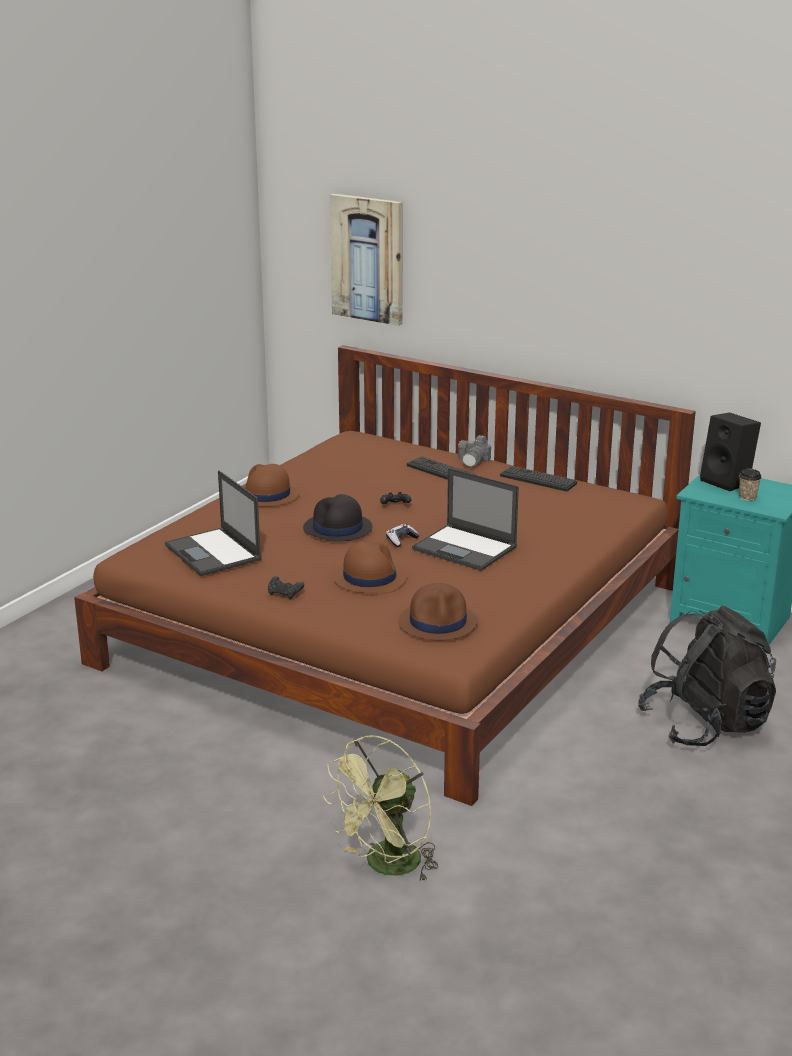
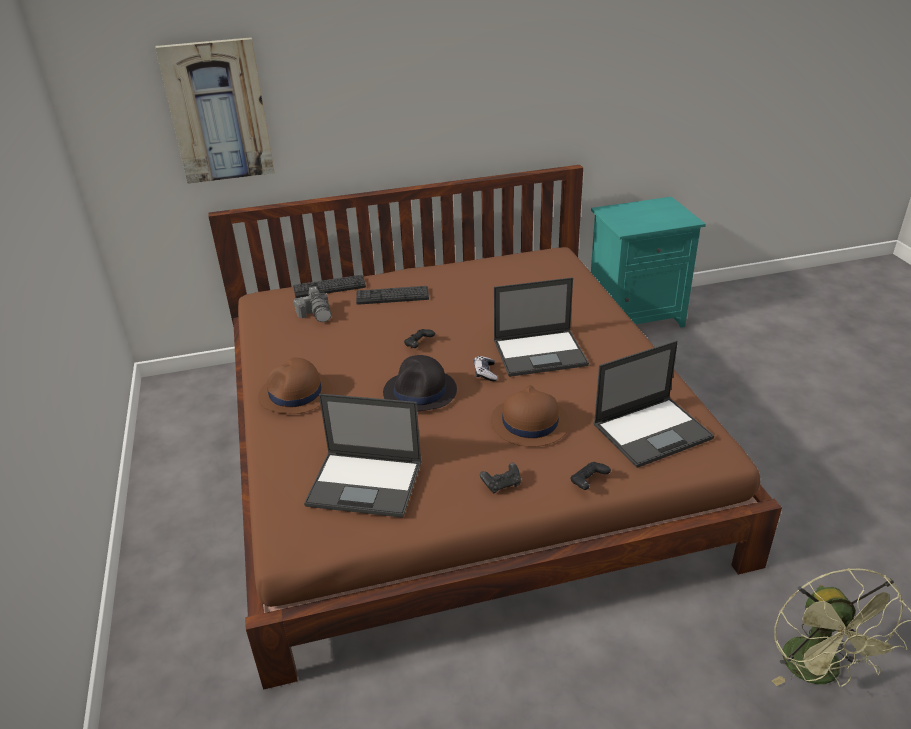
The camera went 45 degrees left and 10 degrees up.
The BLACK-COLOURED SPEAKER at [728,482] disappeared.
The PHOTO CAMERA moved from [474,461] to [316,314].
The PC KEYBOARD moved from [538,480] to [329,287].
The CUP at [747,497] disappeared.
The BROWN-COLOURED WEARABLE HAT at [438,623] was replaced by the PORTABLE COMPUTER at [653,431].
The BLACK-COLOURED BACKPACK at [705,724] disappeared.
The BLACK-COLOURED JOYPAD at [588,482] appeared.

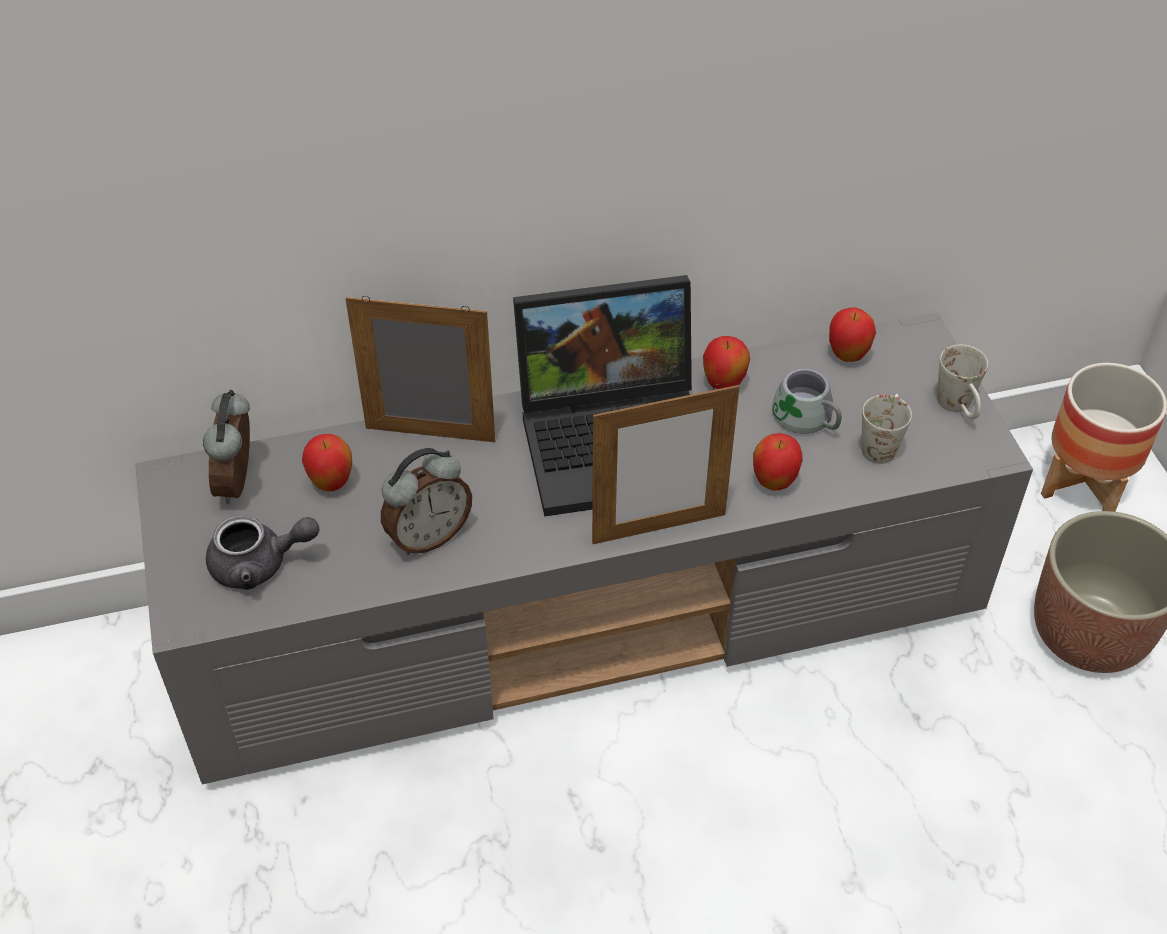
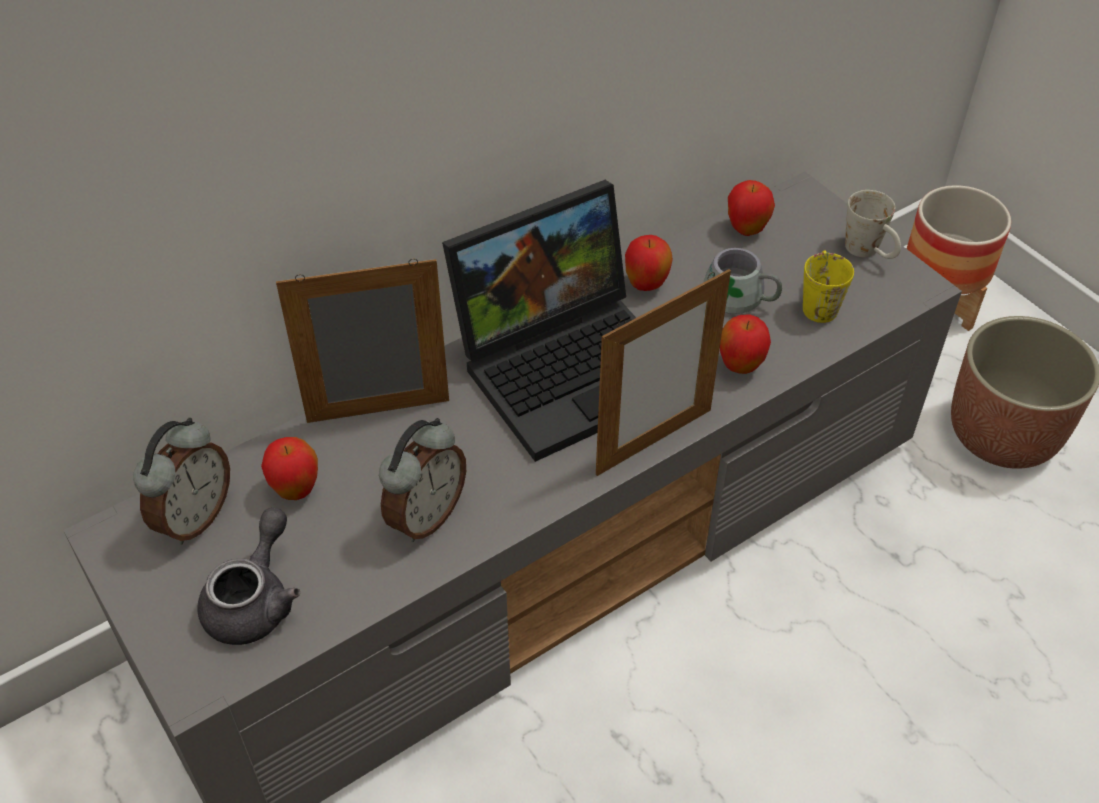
The camera went 20 degrees left and 0 degrees up.
The ALARM CLOCK at [240,482] turned 135 degrees counterclockwise.
The WHITISH MUG at [881,443] became the YELLOW-COLOURED MUG at [818,302].
The GRAY POT FOR TEA at [260,564] turned 45 degrees counterclockwise.

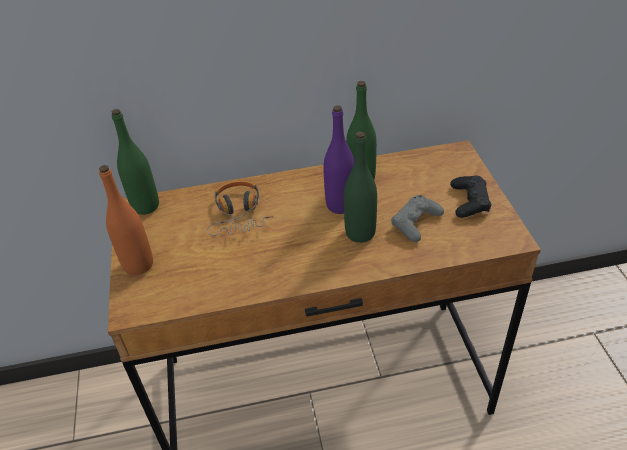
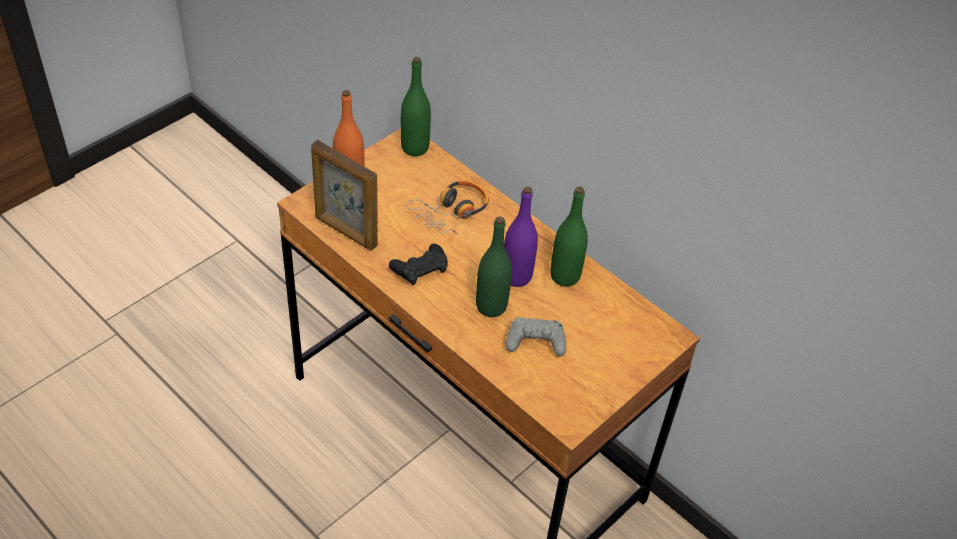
The camera went 50 degrees right and 5 degrees up.
The BLACK-COLOURED JOYPAD moved from [469,201] to [420,268].
The PICTURE FRAME at [345,232] appeared.

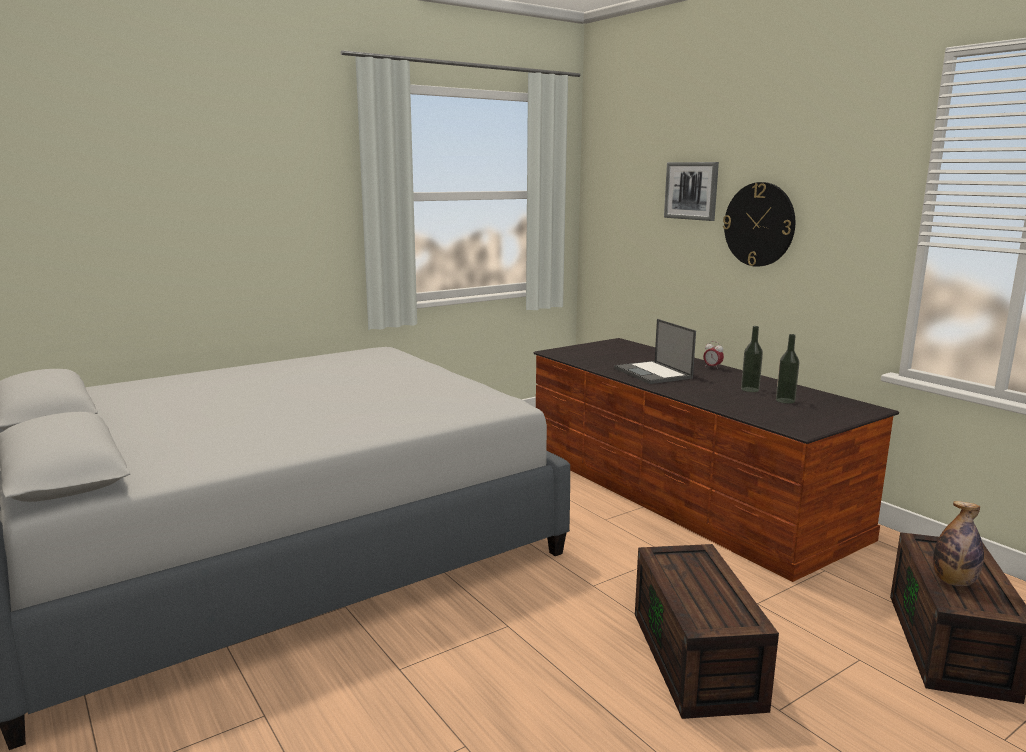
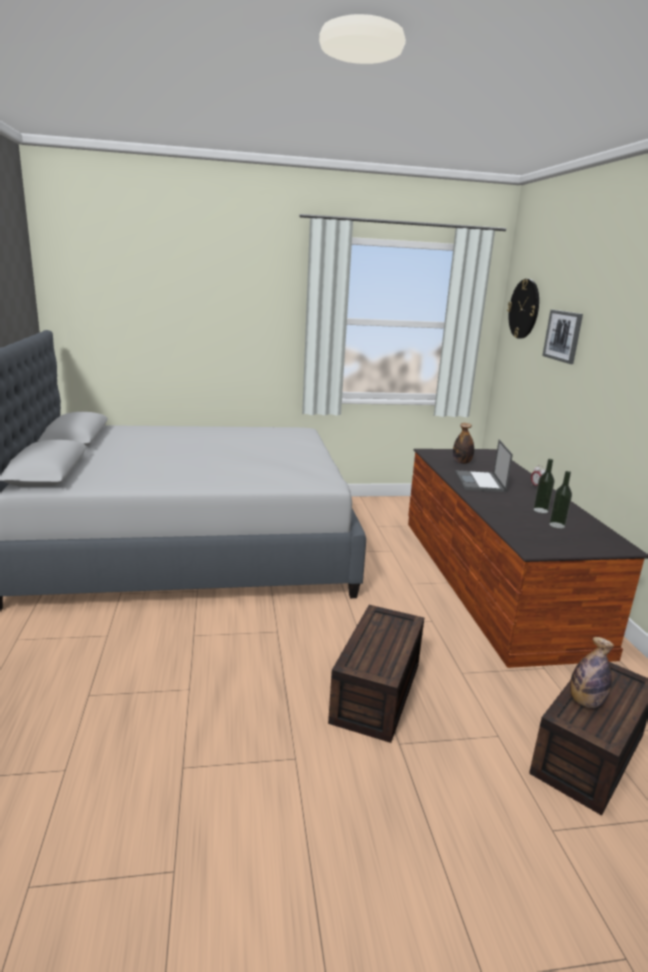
The camera went 25 degrees right and 5 degrees up.
The WALL CLOCK moved from [759,224] to [524,309].
The BOTTLE at [462,462] appeared.

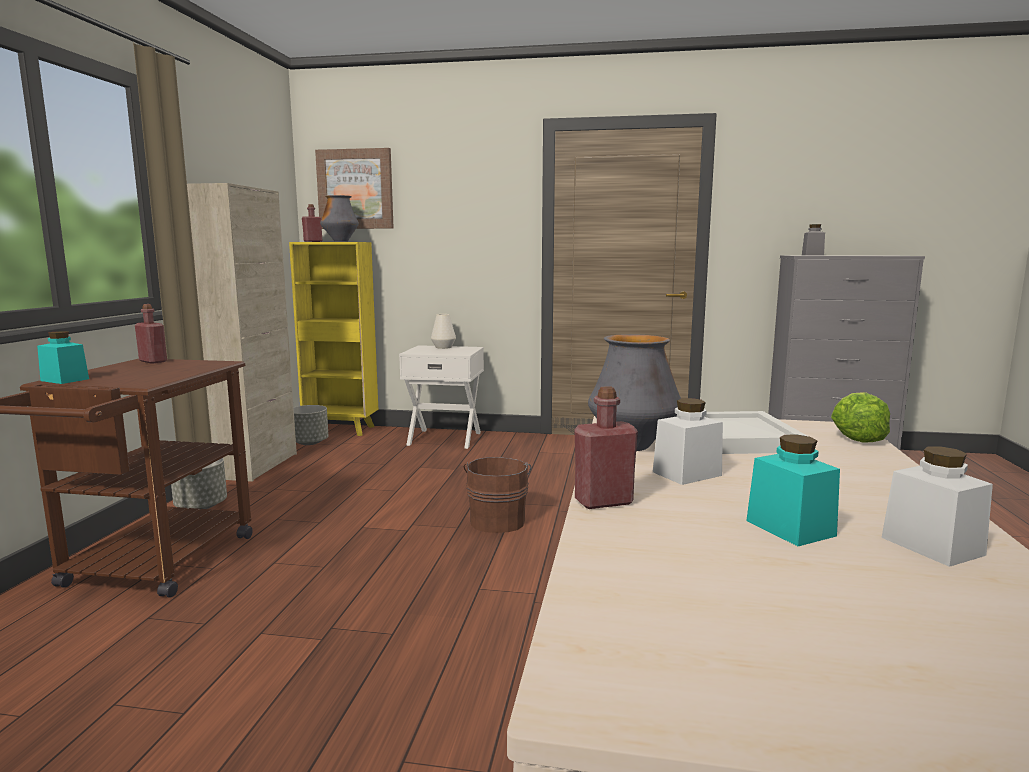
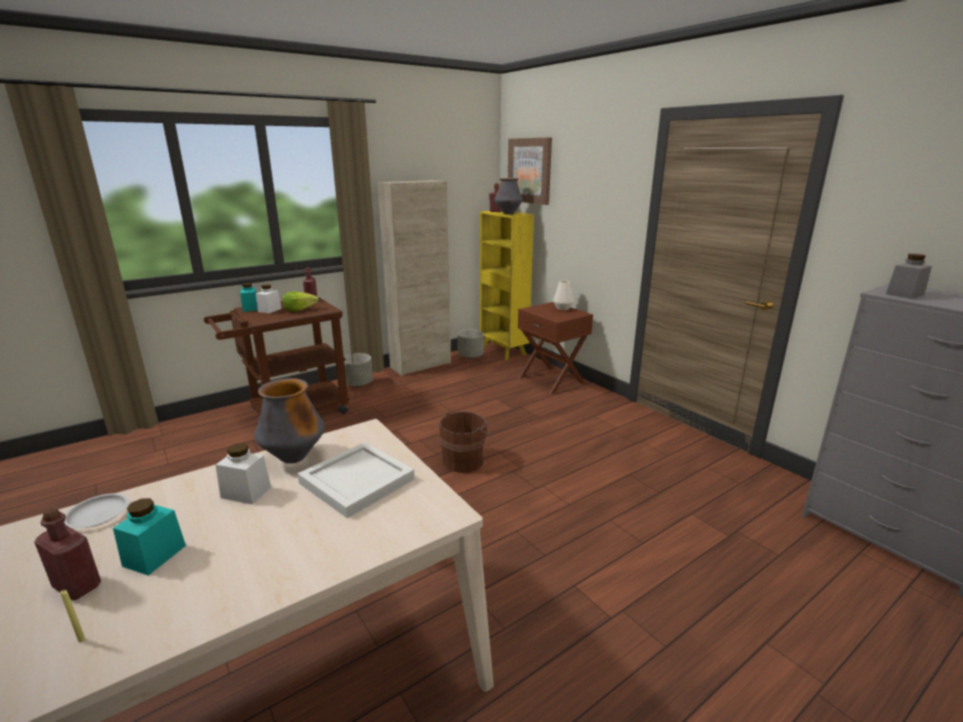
The camera went 45 degrees right and 10 degrees up.
The WHITISH NIGHTSTAND at [445,438] became the BROWN-COLOURED NIGHTSTAND at [552,380].
The RED-COLOURED BOTTLE moved from [603,501] to [77,586].
The LETTUCE HEAD moved from [856,436] to [300,309].
The WHITISH PRESERVE JAR moved from [932,546] to [269,310].
The WHITISH FLAT DISH at [97,514] appeared.
The YELLOW-COLOURED WAX LIGHT at [81,640] appeared.

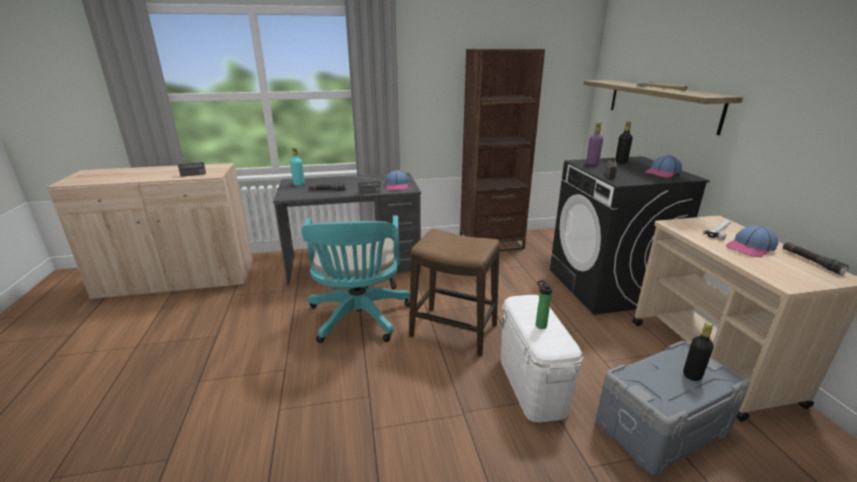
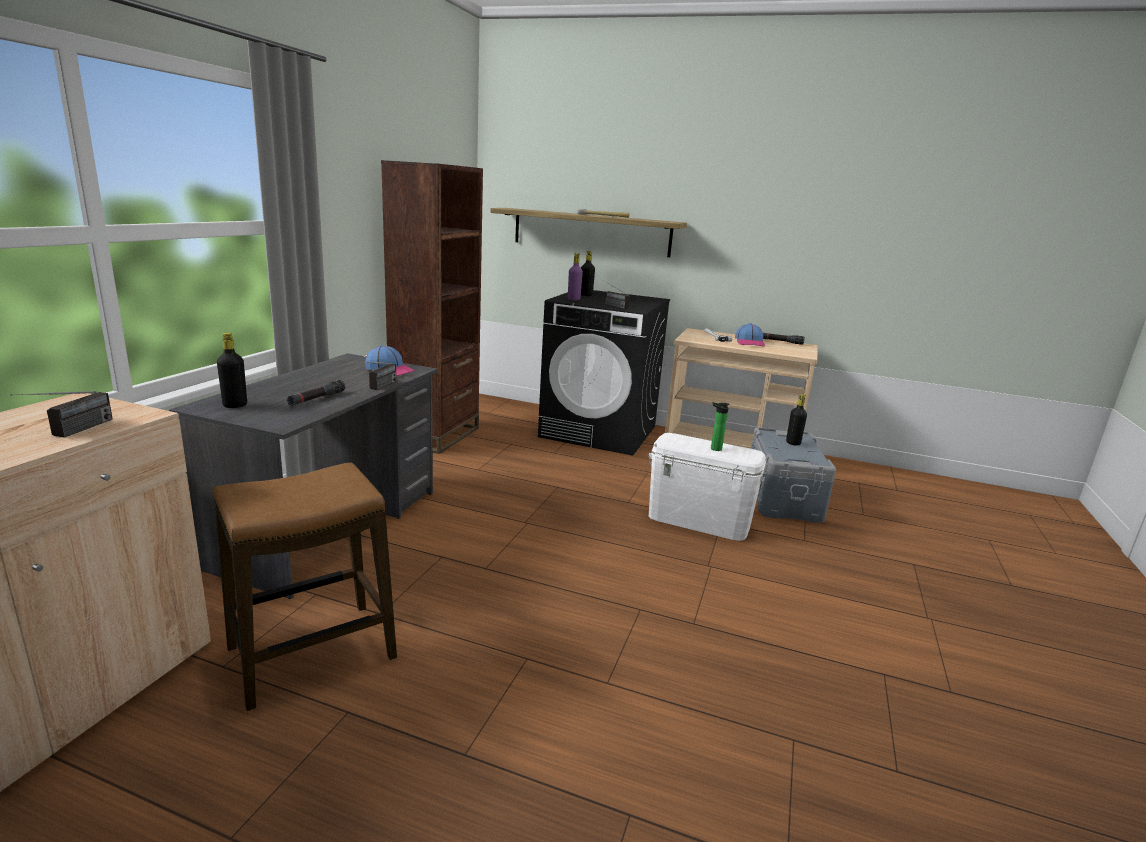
The camera went 60 degrees left and 5 degrees down.
The TURQUOISE-COLOURED BOTTLE at [299,184] became the BLACK-COLOURED BOTTLE at [235,405].
The BASEBALL CAP at [662,173] disappeared.
The TURQUOISE-COLOURED COMPUTER CHAIR at [359,319] disappeared.
The STOOL moved from [454,331] to [312,653].

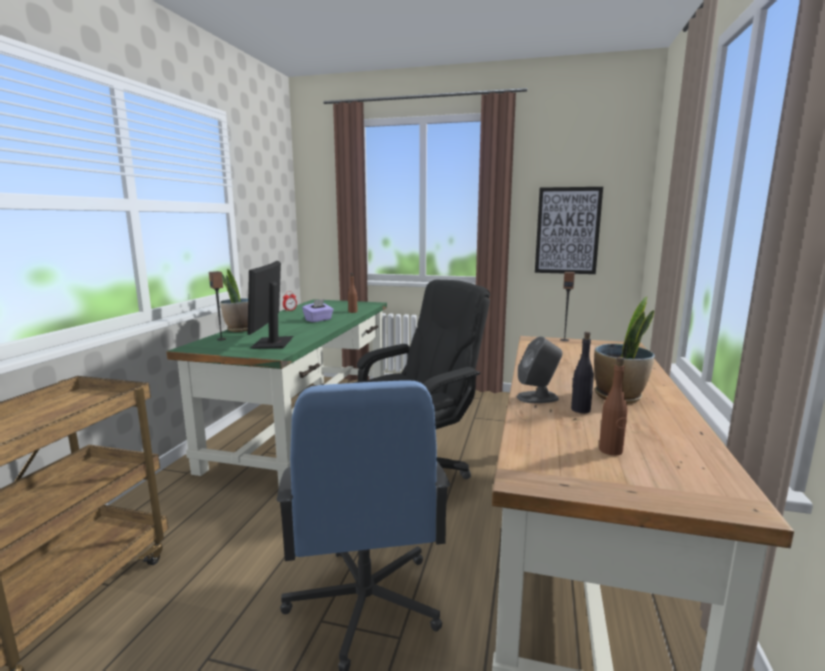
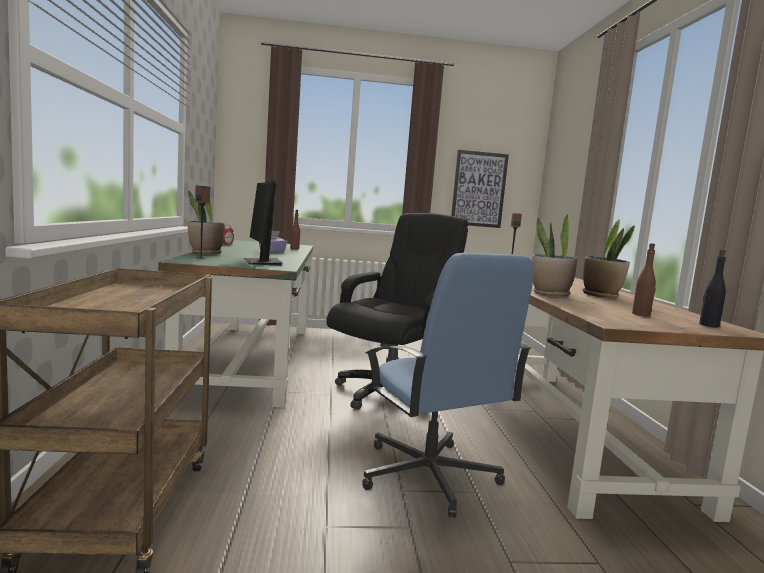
The camera went 20 degrees left and 5 degrees down.
The BLACK-COLOURED BOTTLE moved from [580,410] to [708,325].
The GRAY SPEAKER at [538,397] was replaced by the HOUSEPLANT at [550,294].

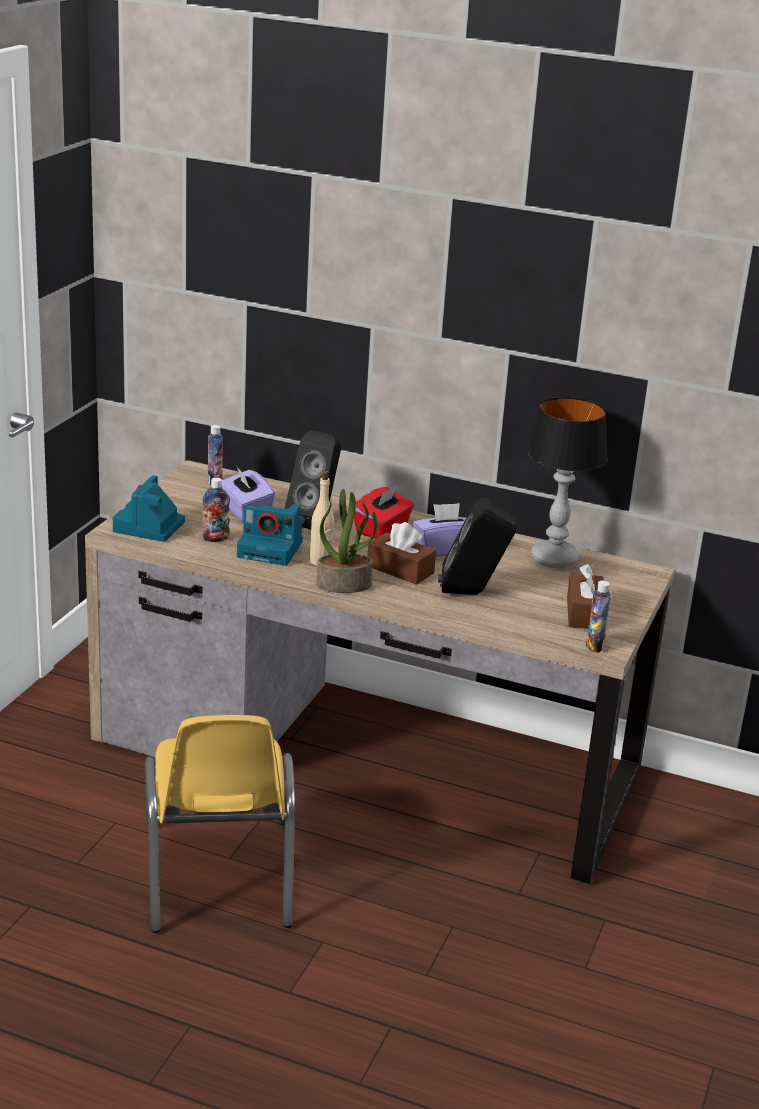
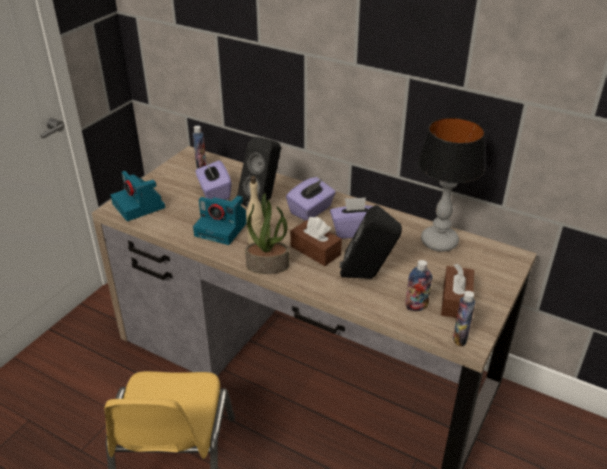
The camera went 10 degrees right and 10 degrees up.
The PHOTO CAMERA at [149,527] turned 60 degrees counterclockwise.
The BOTTLE moved from [215,538] to [416,306].
The RED-COLOURED TISSUE BOX at [382,529] became the PURPLISH TISSUE BOX at [311,210].

